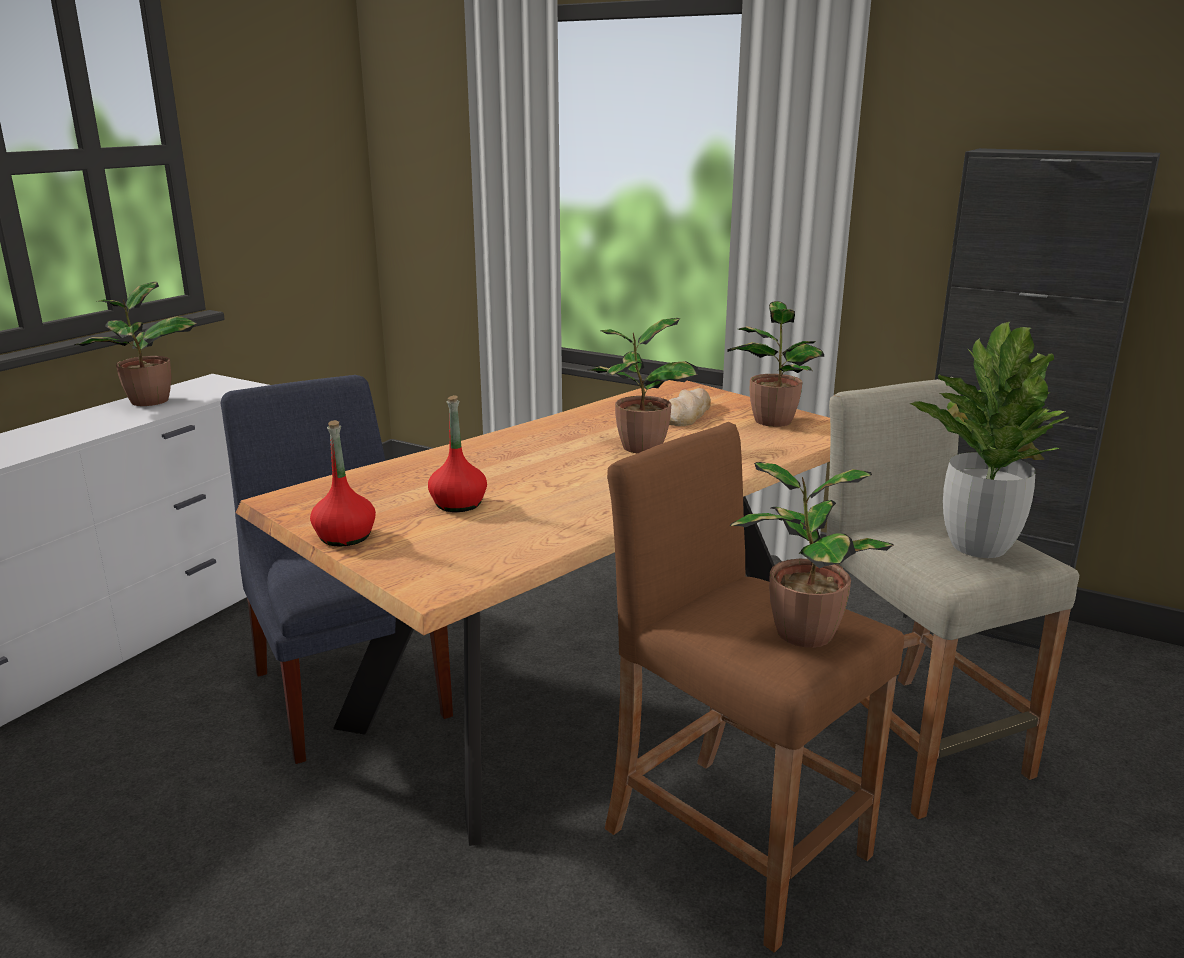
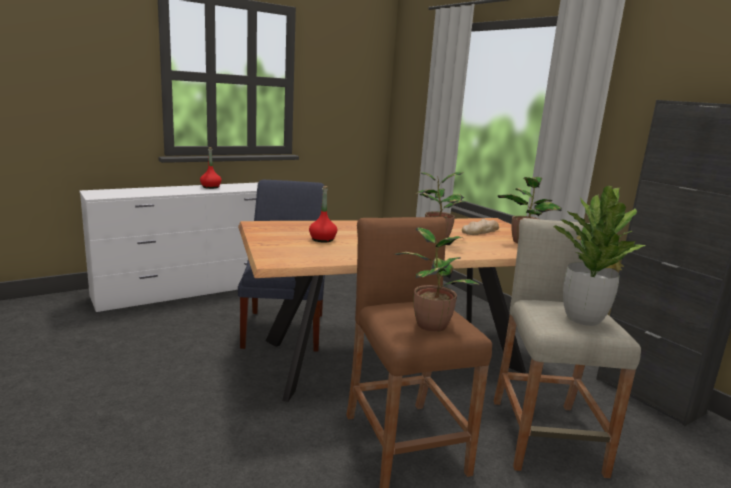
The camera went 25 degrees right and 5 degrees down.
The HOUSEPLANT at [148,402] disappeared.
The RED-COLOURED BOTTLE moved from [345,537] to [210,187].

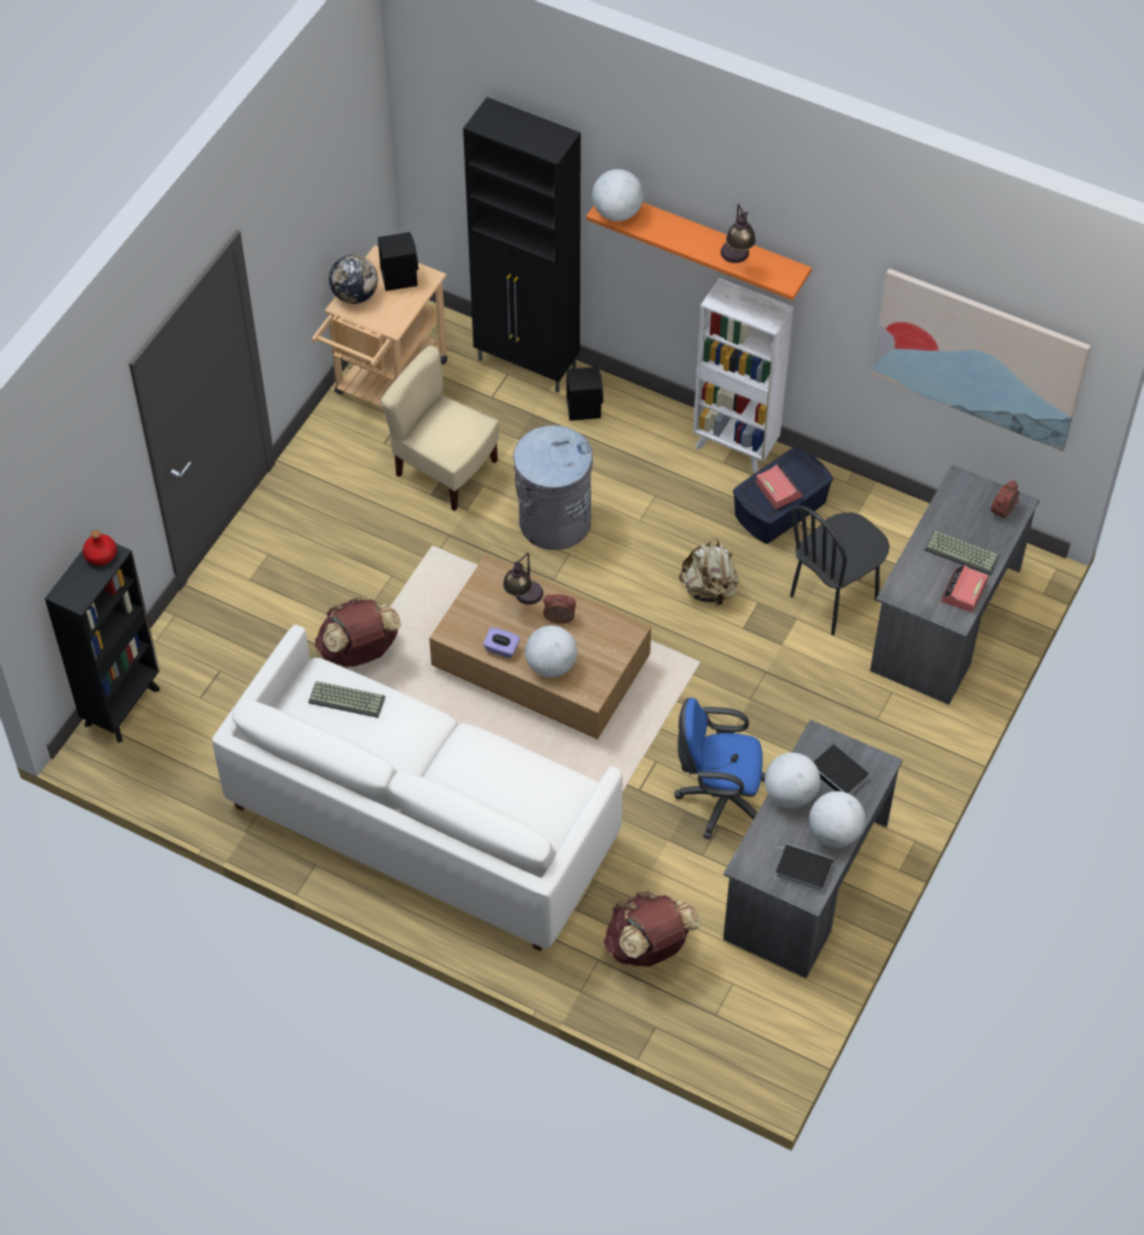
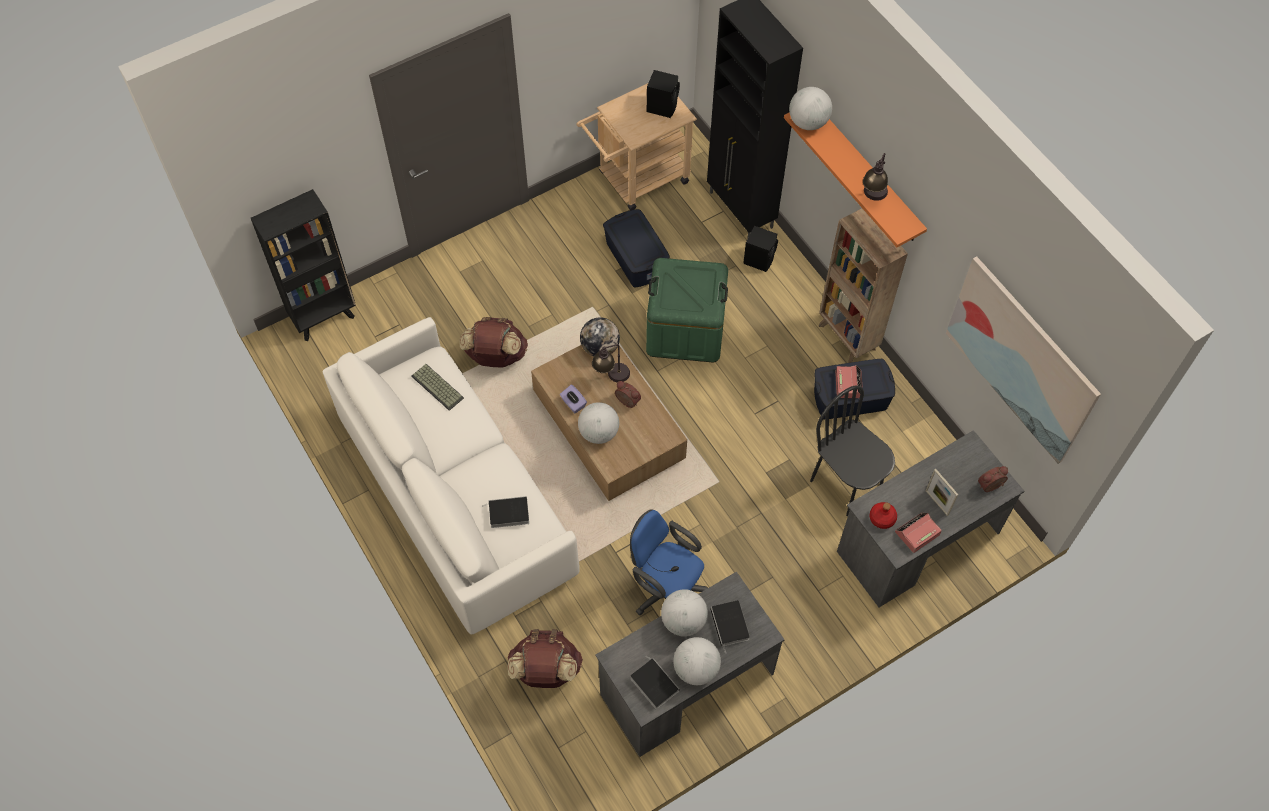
The camera went 30 degrees right and 5 degrees up.
The GLOBE moved from [355,295] to [600,347].
The WHITISH BOOKCASE at [735,447] became the BROWN-COLOURED BOOKCASE at [847,338].
The BEIGE UPRIGHT CHAIR at [445,470] was replaced by the BLUE-COLOURED STORAGE BOX at [636,258].
The GRAY RUBBISH BIN at [554,521] was replaced by the GREEN-COLOURED STORAGE BOX at [685,329].
The BLACK-COLOURED UPRIGHT CHAIR at [834,598] turned 60 degrees clockwise.
The RED-COLOURED BOTTLE moved from [100,555] to [882,518].
The PC KEYBOARD at [963,552] was replaced by the PICTURE FRAME at [937,502].
The BEIGE BACKPACK at [709,590] disappeared.
The BOUND BOOK at [507,514] appeared.

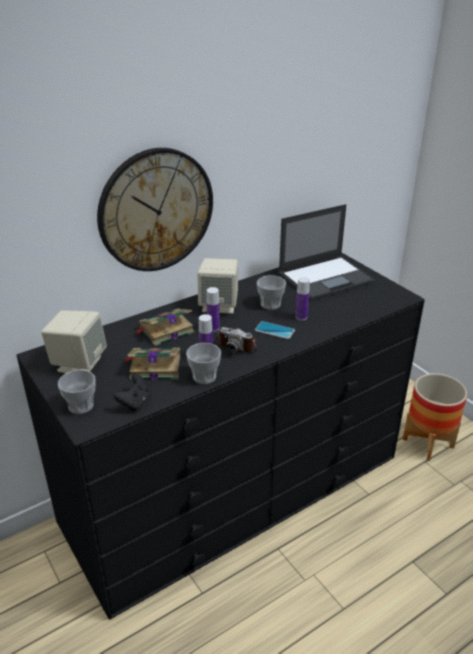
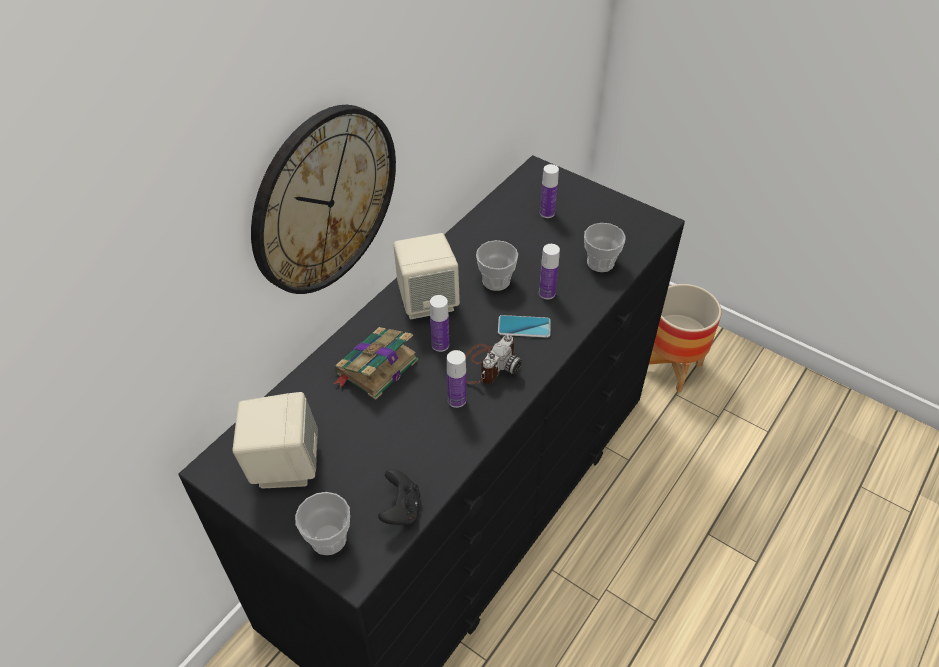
The camera went 20 degrees left and 15 degrees up.
The PORTABLE COMPUTER at [326,278] was replaced by the BOTTLE at [547,213].
The PHOTO CAMERA at [237,344] turned 60 degrees counterclockwise.
The CUP moved from [204,377] to [600,262].
The BOUND BOOK at [154,367] disappeared.

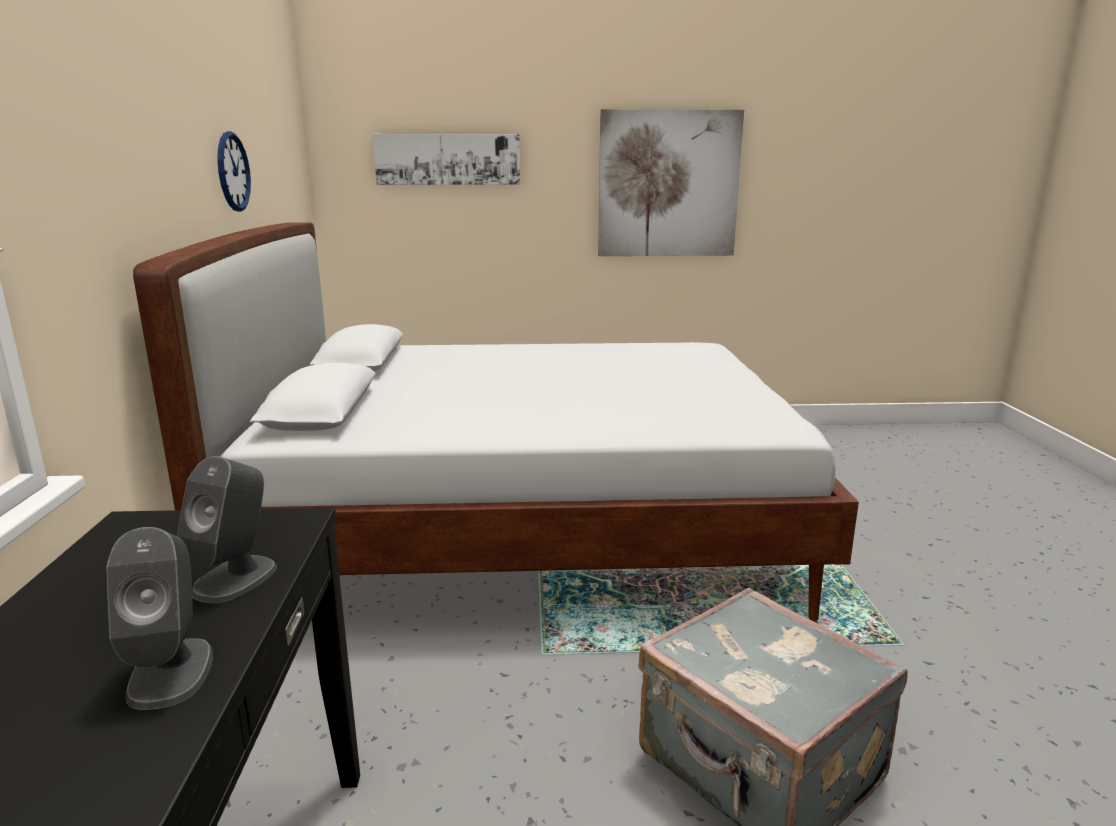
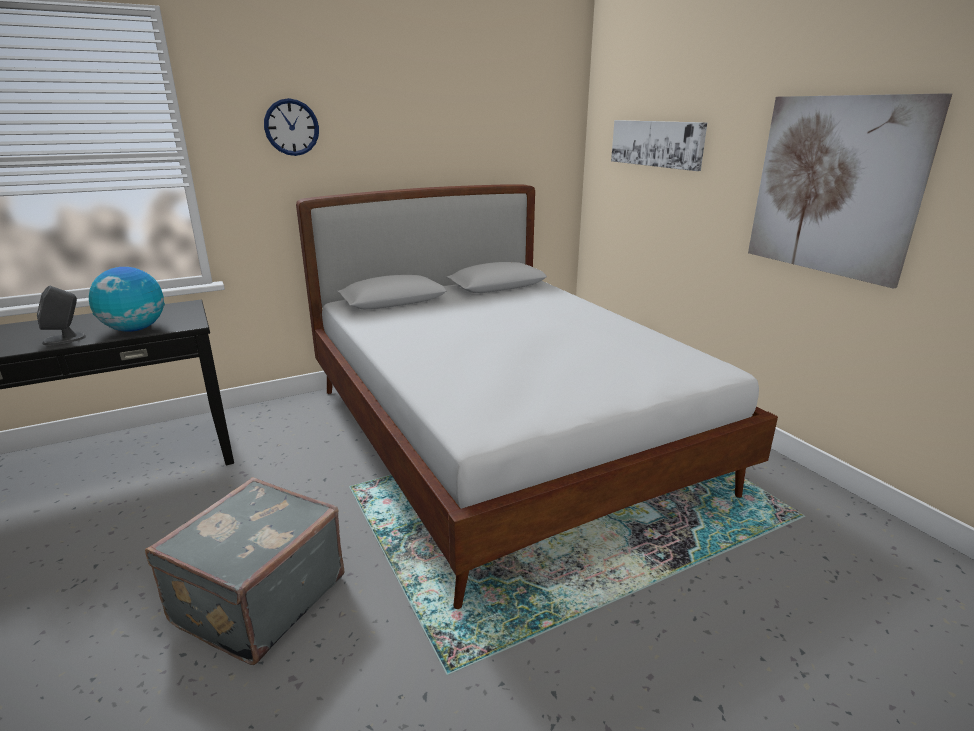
The camera went 65 degrees right and 5 degrees up.
The WALL CLOCK moved from [233,172] to [291,127].
The GRAY SPEAKER at [236,578] was replaced by the GLOBE at [134,329].

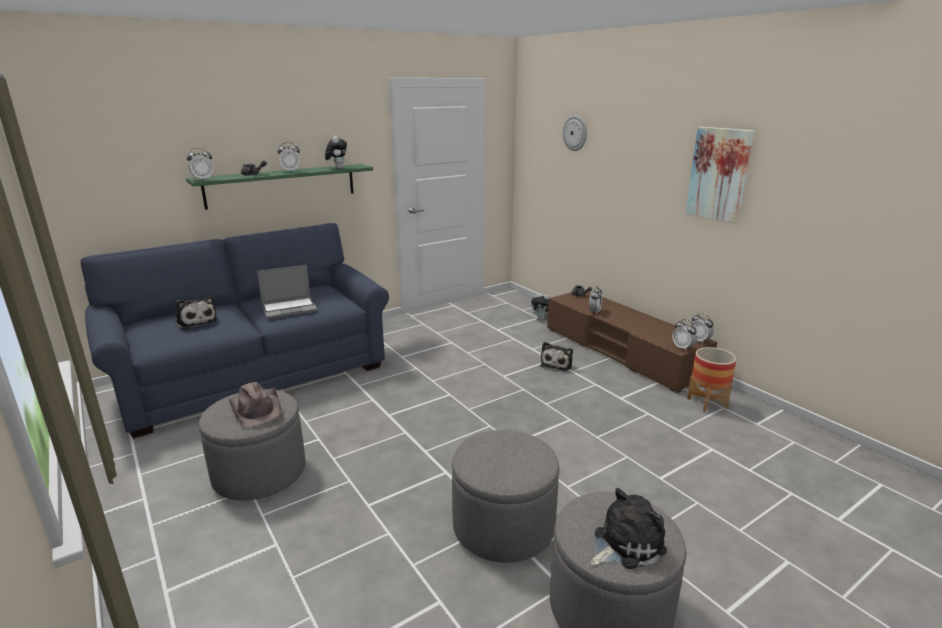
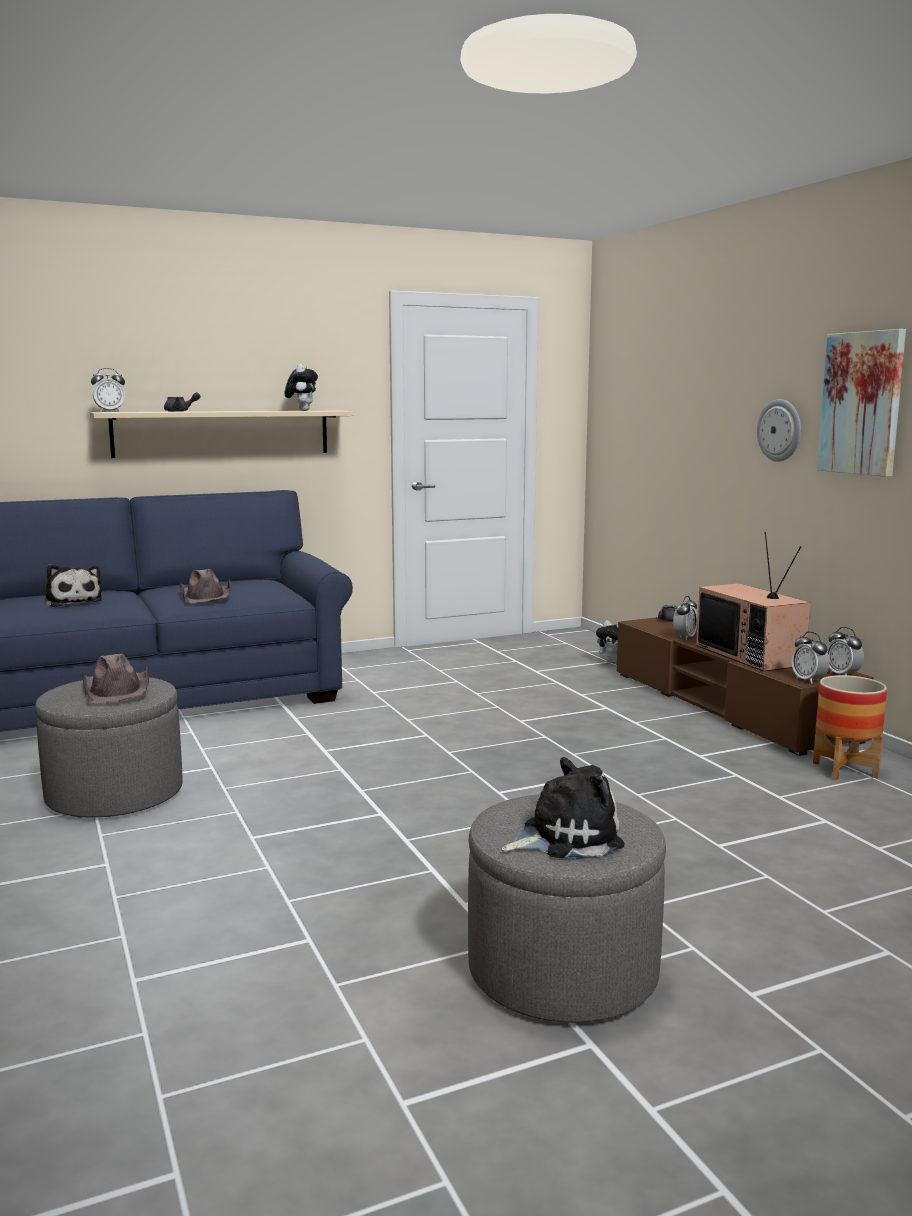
The camera went 10 degrees right and 10 degrees down.
The WALL CLOCK moved from [575,133] to [780,430].
The ALARM CLOCK at [291,171] disappeared.
The GREEN-COLOURED WALL SHELF at [282,185] became the BEIGE WALL SHELF at [222,433].
The PORTABLE COMPUTER at [290,309] was replaced by the BROWN-COLOURED WEARABLE HAT at [206,596].
The SOFT TOY at [557,364] disappeared.
The GRAY FOOTREST at [503,526] disappeared.
The TELEVISION at [751,655] appeared.

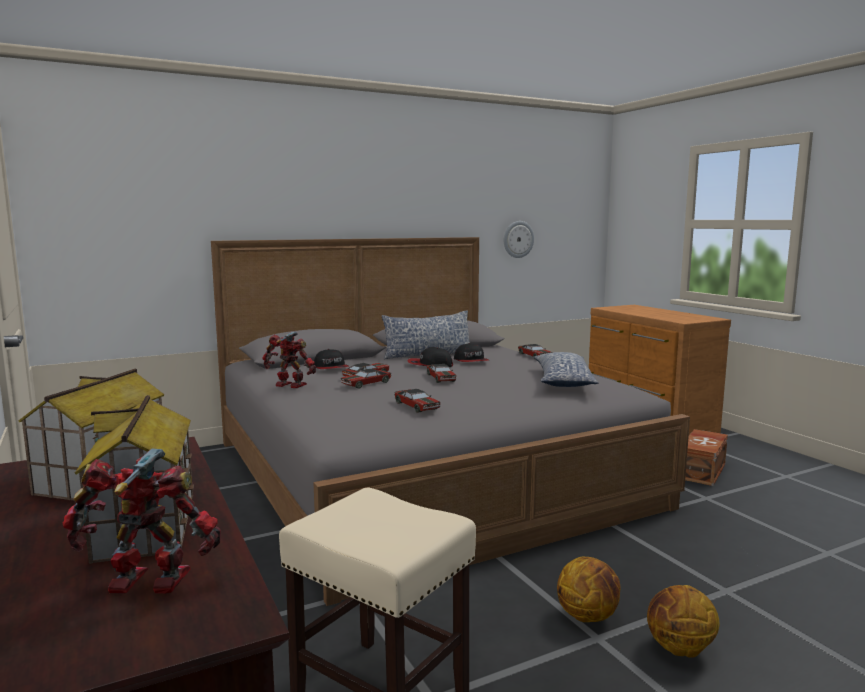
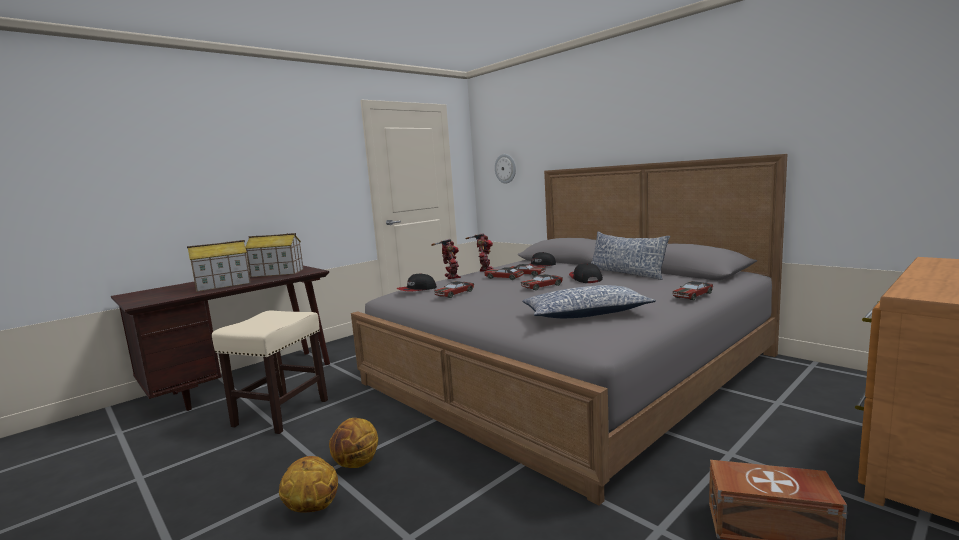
The camera went 75 degrees right and 0 degrees up.
The WALL CLOCK moved from [518,239] to [505,168].
The BASEBALL CAP moved from [471,361] to [416,290].
The MODEL ROBOT moved from [148,584] to [451,277].

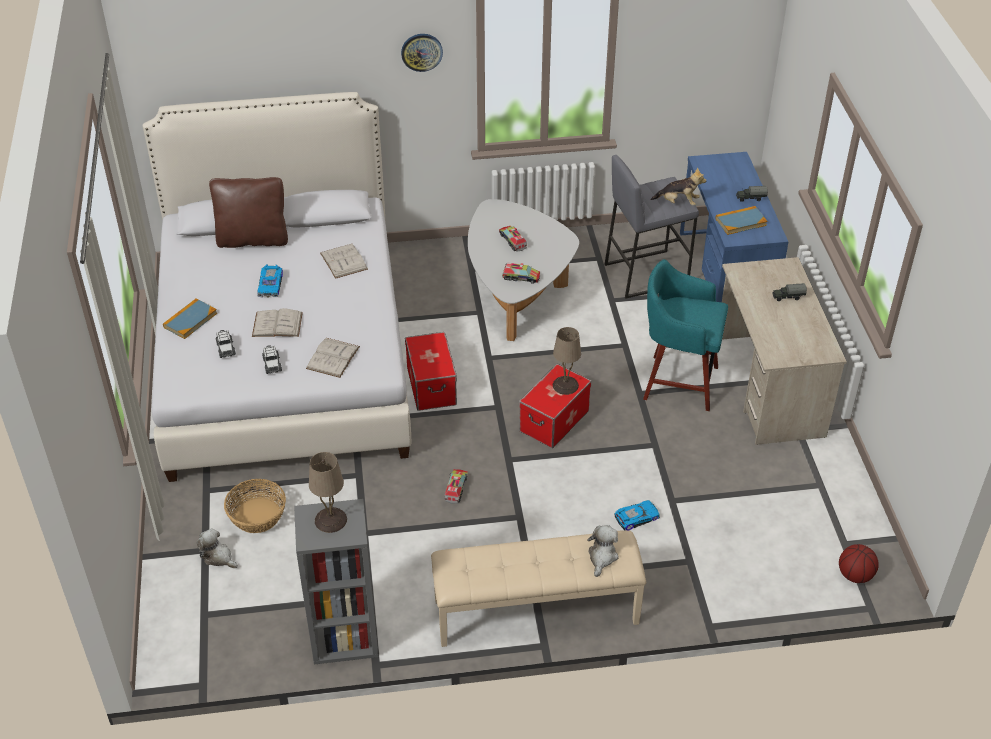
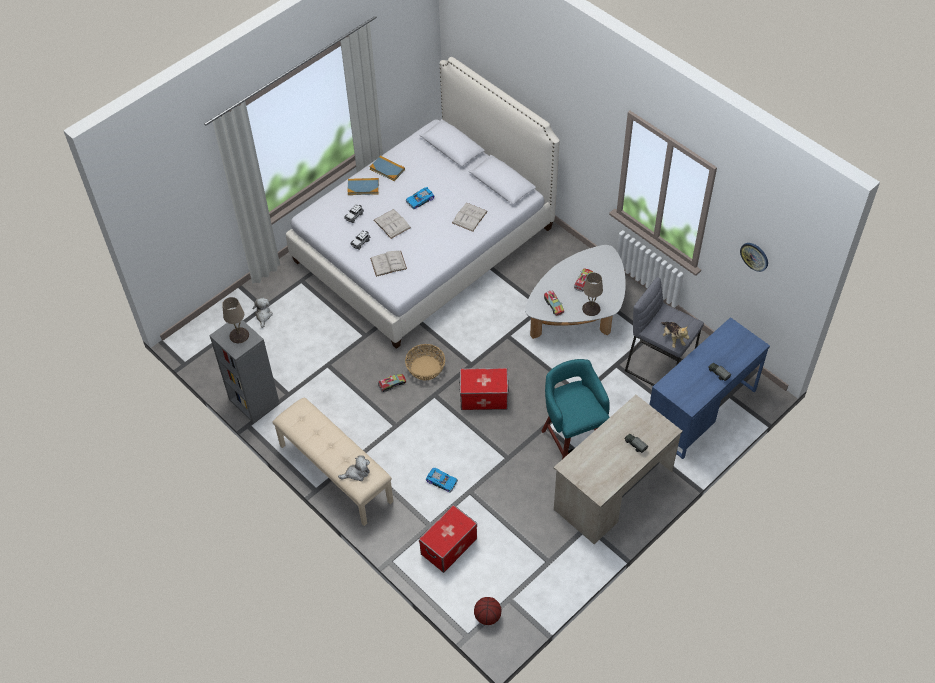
The camera went 55 degrees right and 10 degrees up.
The WALL CLOCK moved from [421,52] to [754,256].
The BROWN-COLOURED THROW PILLOW at [253,239] disappeared.
The BOUND BOOK moved from [740,222] to [387,169].
The BEIGE TABLETOP LAMP moved from [565,385] to [591,308].
The STORAGE BOX moved from [432,386] to [449,546].
The BASKET moved from [257,516] to [425,368].

